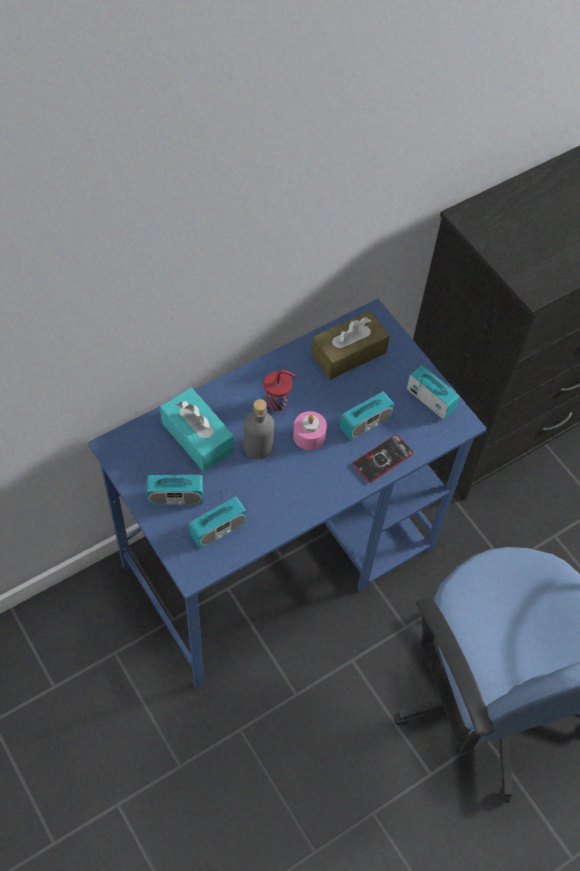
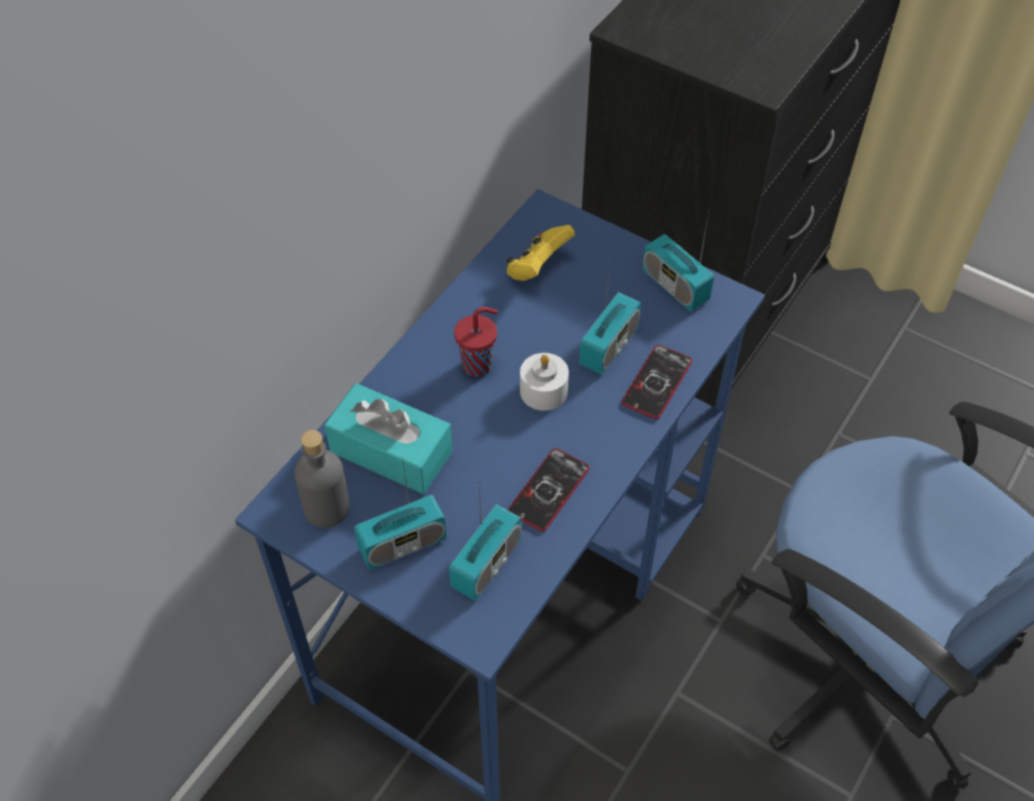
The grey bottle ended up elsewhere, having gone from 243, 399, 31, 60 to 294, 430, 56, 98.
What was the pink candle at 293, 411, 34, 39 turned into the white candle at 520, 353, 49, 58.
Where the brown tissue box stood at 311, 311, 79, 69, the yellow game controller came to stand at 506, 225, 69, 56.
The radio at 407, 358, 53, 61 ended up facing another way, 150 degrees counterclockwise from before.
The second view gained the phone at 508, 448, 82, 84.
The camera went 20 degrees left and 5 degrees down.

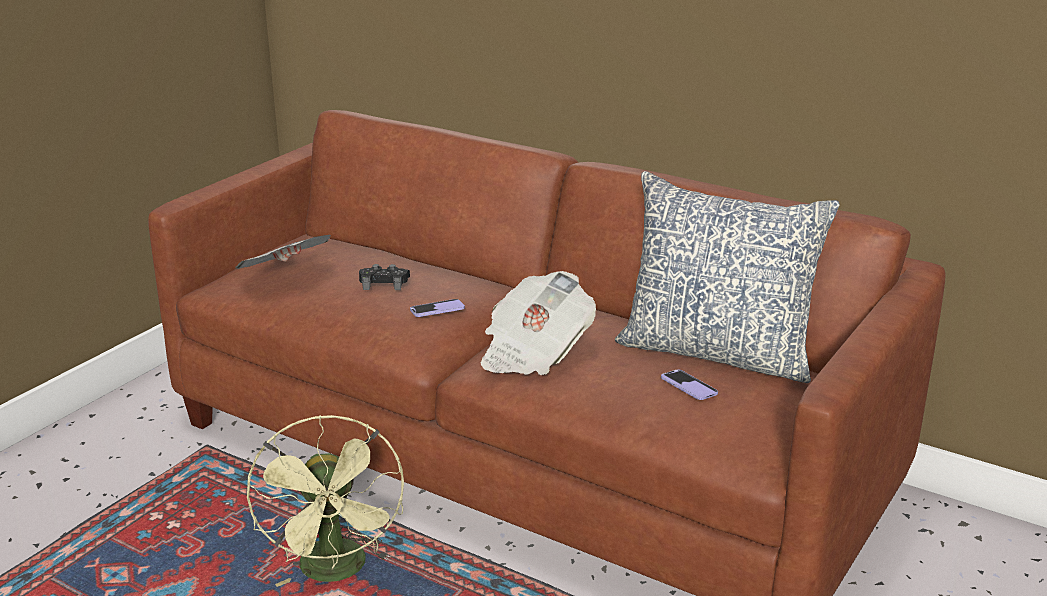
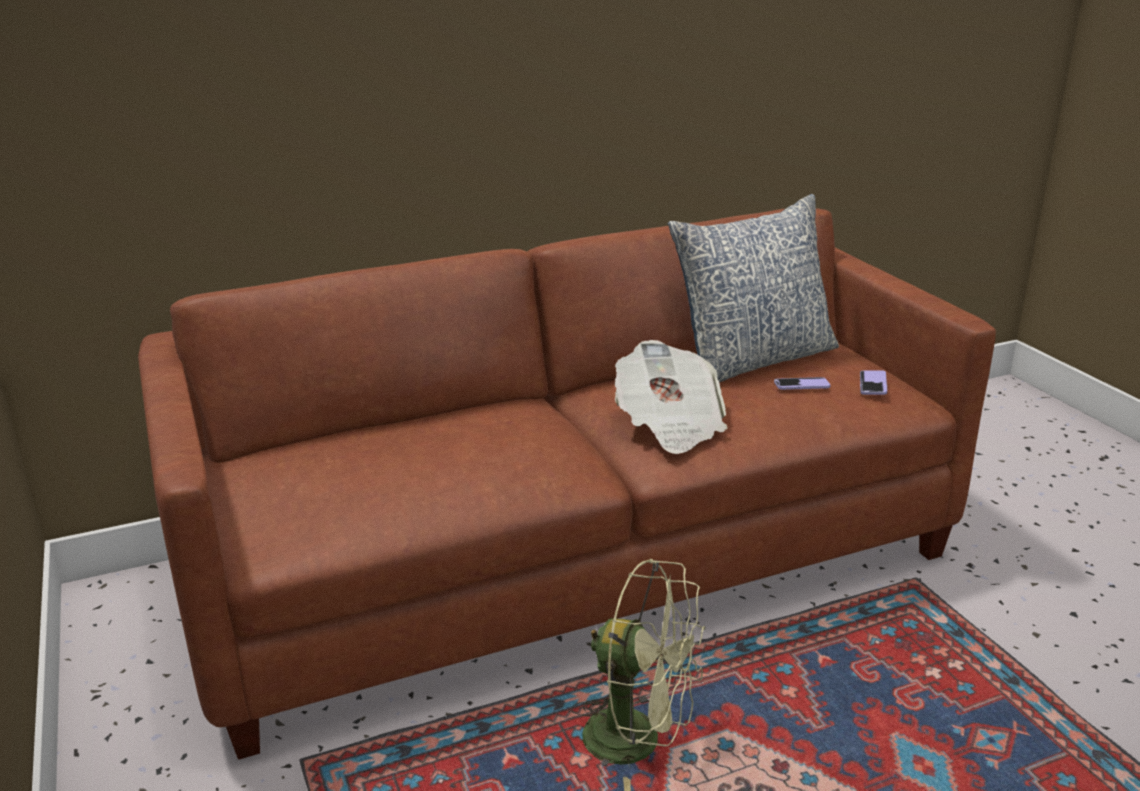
The second view lost the newspaper at 234, 235, 97, 35.
The second view lost the black game controller at 359, 264, 51, 26.
The phone ended up elsewhere, having gone from 410, 299, 55, 18 to 860, 370, 27, 25.
The camera went 55 degrees left and 0 degrees up.

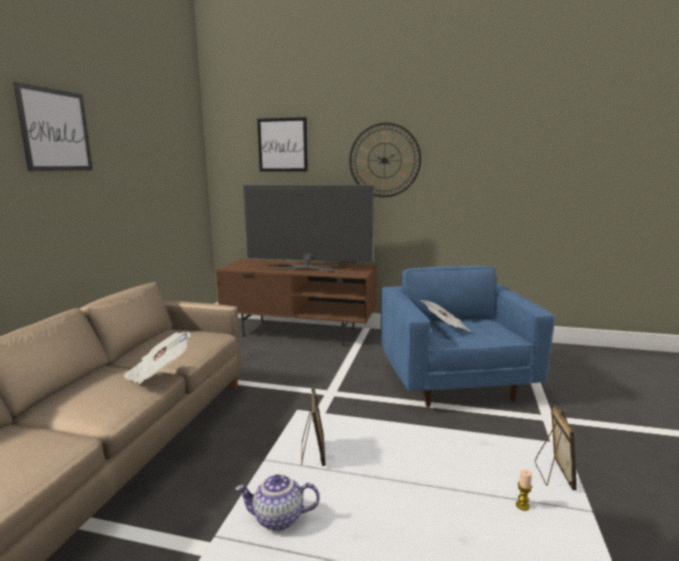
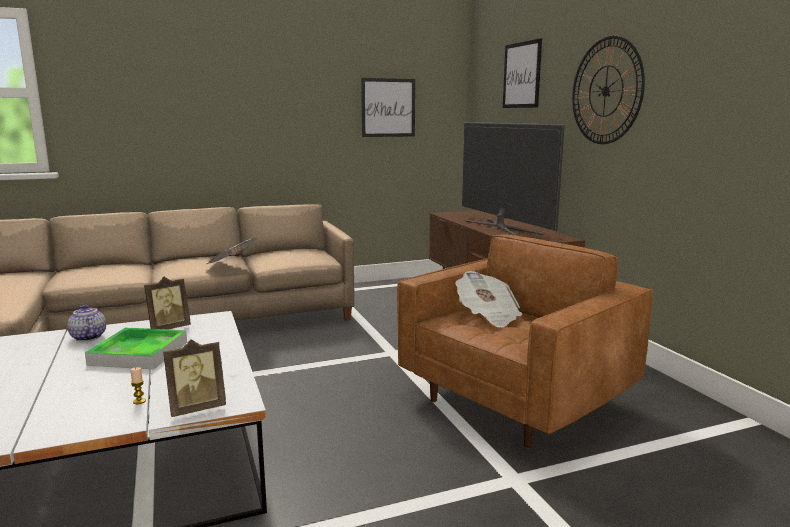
The picture ended up elsewhere, having gone from 13, 82, 80, 89 to 361, 78, 54, 59.
What was the blue armchair at 381, 266, 174, 141 turned into the brown armchair at 397, 235, 256, 214.
The second view gained the tray at 85, 328, 102, 41.
The camera went 55 degrees right and 0 degrees up.

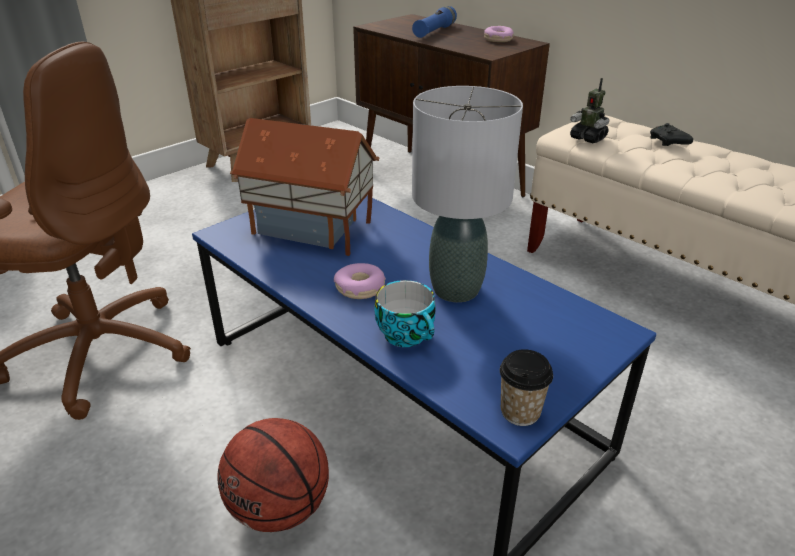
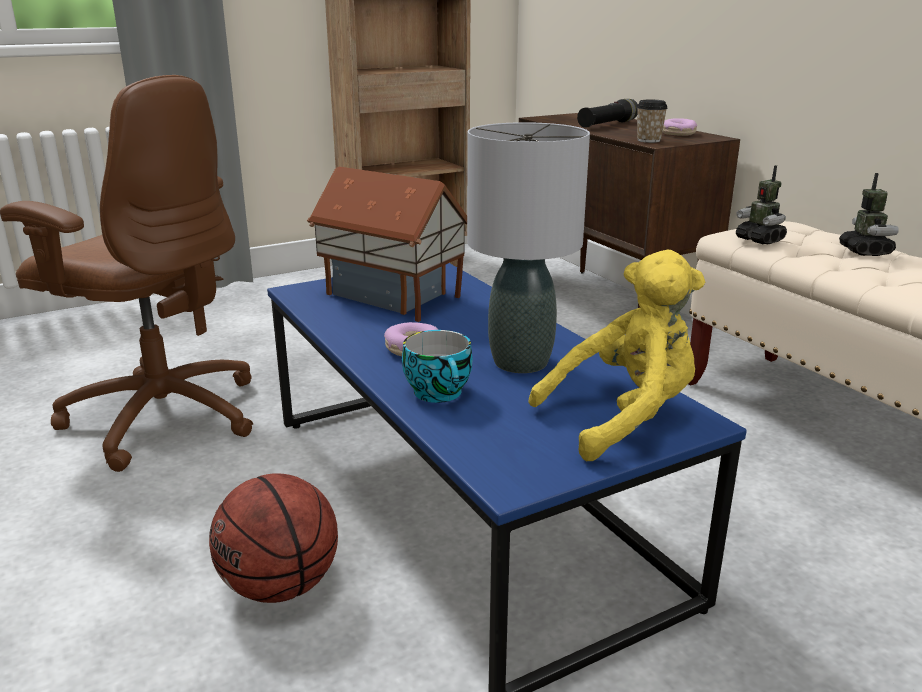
What was the blue flashlight at 412, 6, 45, 32 turned into the black flashlight at 577, 99, 61, 29.
The cup ended up elsewhere, having gone from 500, 349, 53, 77 to 636, 100, 32, 43.
Where the black game controller stood at 650, 123, 43, 23, the toy robot came to stand at 839, 173, 60, 83.
The second view gained the yellow plush toy at 528, 250, 177, 211.
The camera went 15 degrees right and 10 degrees down.

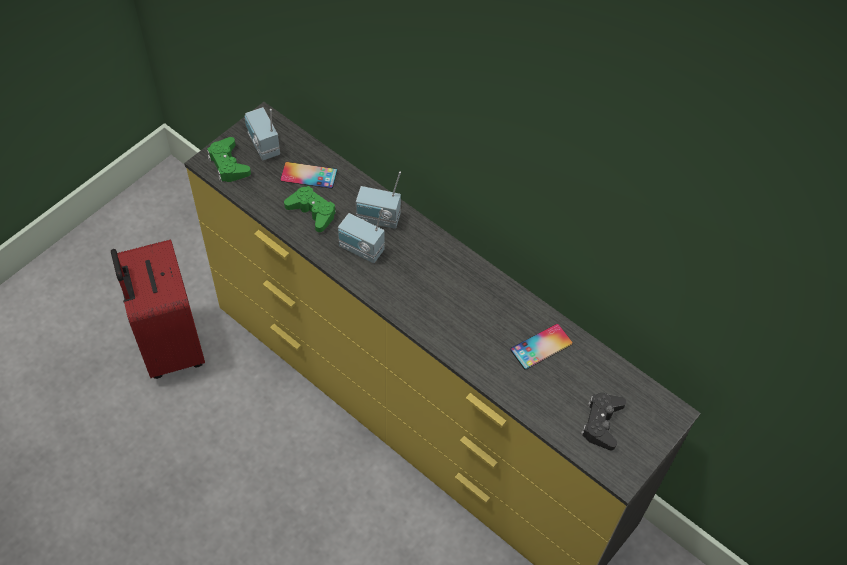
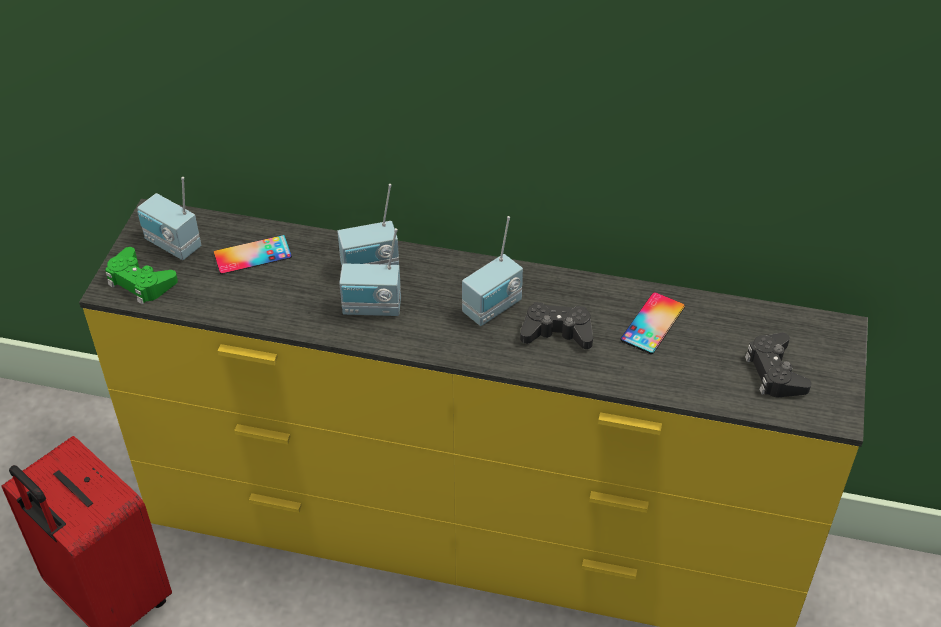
The second view lost the green game controller at 284, 186, 52, 46.
The second view gained the radio at 462, 216, 61, 110.
The second view gained the black game controller at 520, 302, 73, 47.
The camera went 25 degrees left and 10 degrees down.

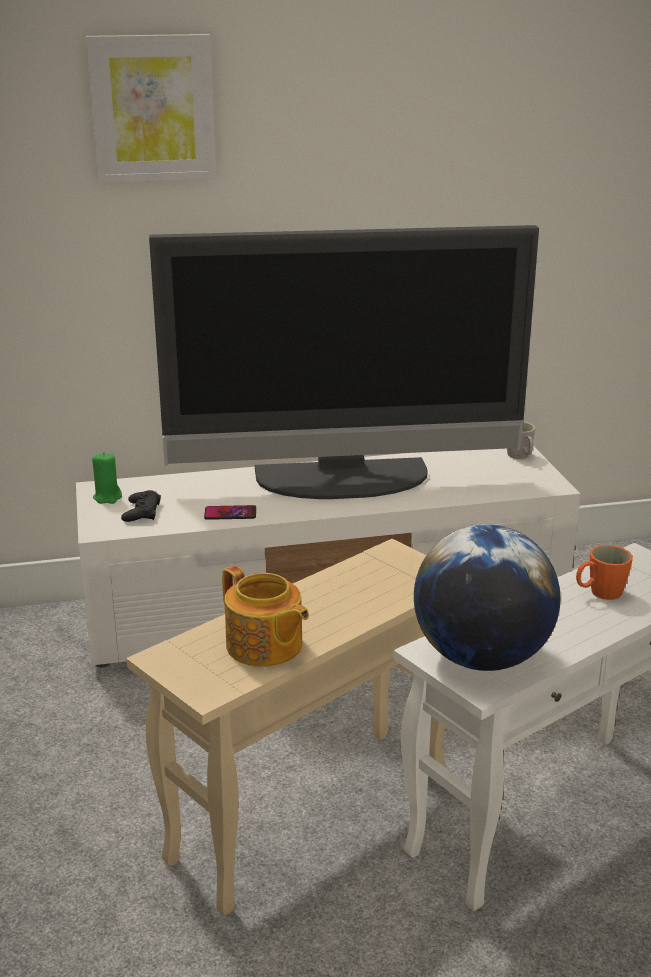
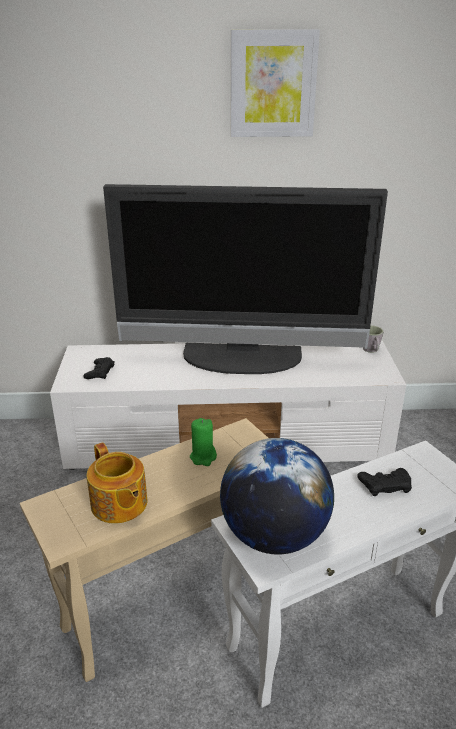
The picture ended up elsewhere, having gone from 86, 34, 130, 149 to 231, 29, 89, 108.
The green candle ended up elsewhere, having gone from 92, 452, 30, 52 to 190, 418, 27, 48.
The second view lost the phone at 204, 505, 52, 15.
Where the orange mug stood at 576, 545, 57, 55, the black game controller came to stand at 357, 468, 55, 28.
The camera went 10 degrees right and 5 degrees up.

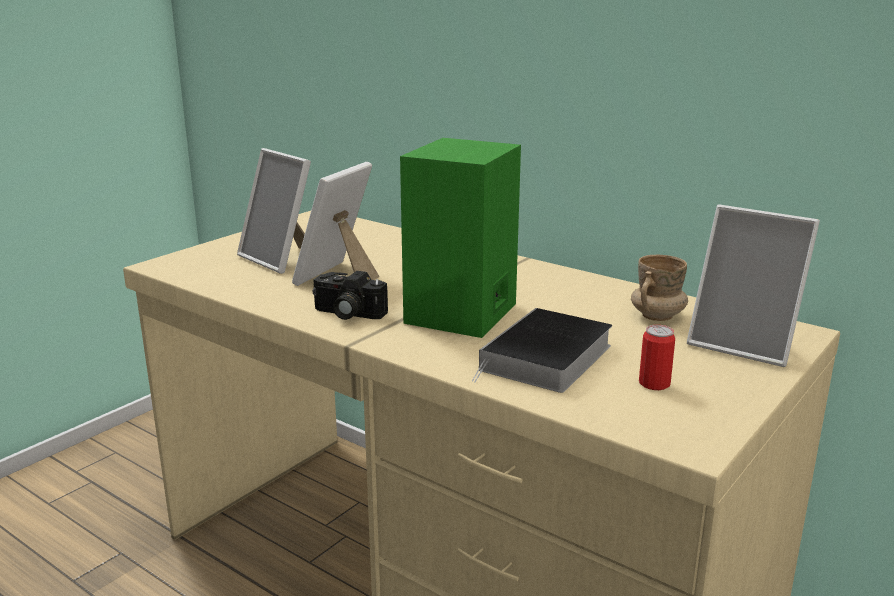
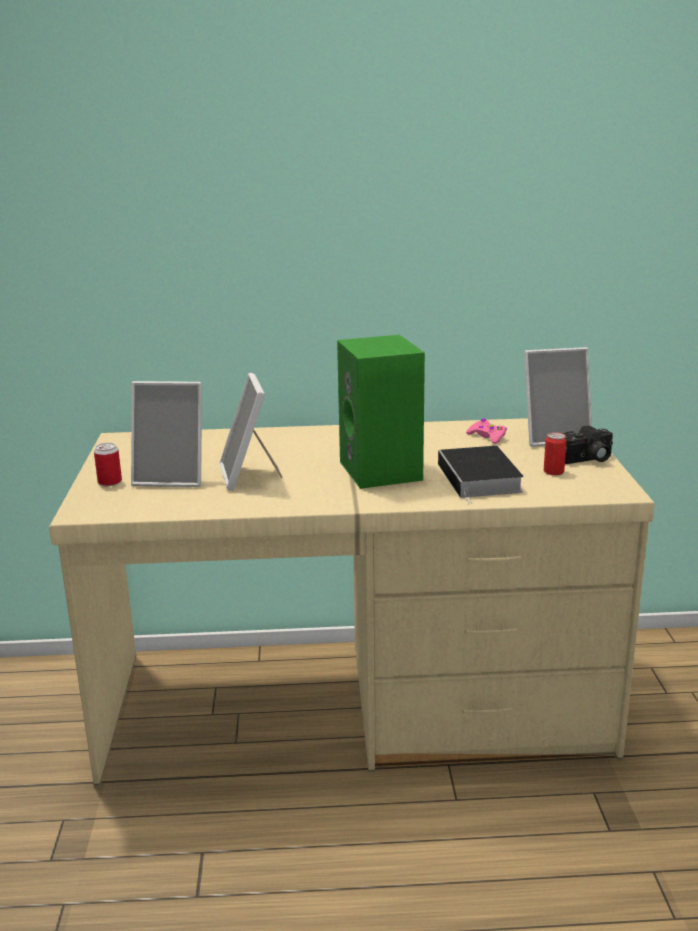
The photo camera ended up elsewhere, having gone from 313, 271, 75, 49 to 562, 425, 51, 39.
Where the beige mug stood at 631, 255, 57, 66, the pink game controller came to stand at 466, 419, 41, 25.
The second view gained the can at 94, 442, 28, 44.
The camera went 40 degrees left and 0 degrees up.

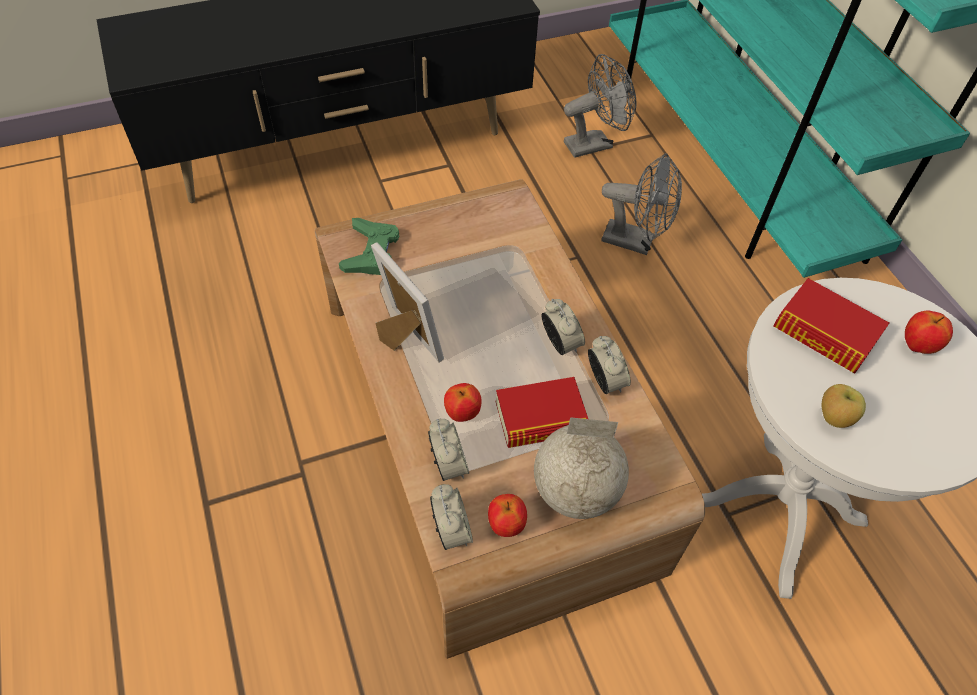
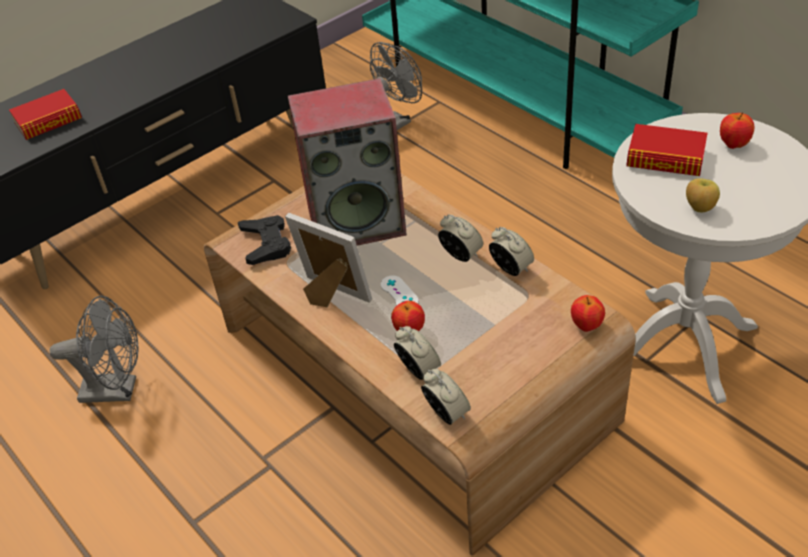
What was the green game controller at 339, 218, 60, 57 turned into the black game controller at 238, 215, 53, 50.
The apple ended up elsewhere, having gone from 488, 494, 39, 43 to 571, 295, 34, 37.
The book ended up elsewhere, having gone from 495, 377, 93, 71 to 9, 89, 73, 51.
The second view lost the globe at 534, 418, 95, 101.
The grey fan ended up elsewhere, having gone from 602, 153, 80, 102 to 49, 295, 90, 108.
The second view gained the speaker at 288, 78, 119, 168.
The second view gained the white game controller at 381, 276, 38, 30.
The camera went 15 degrees left and 10 degrees down.

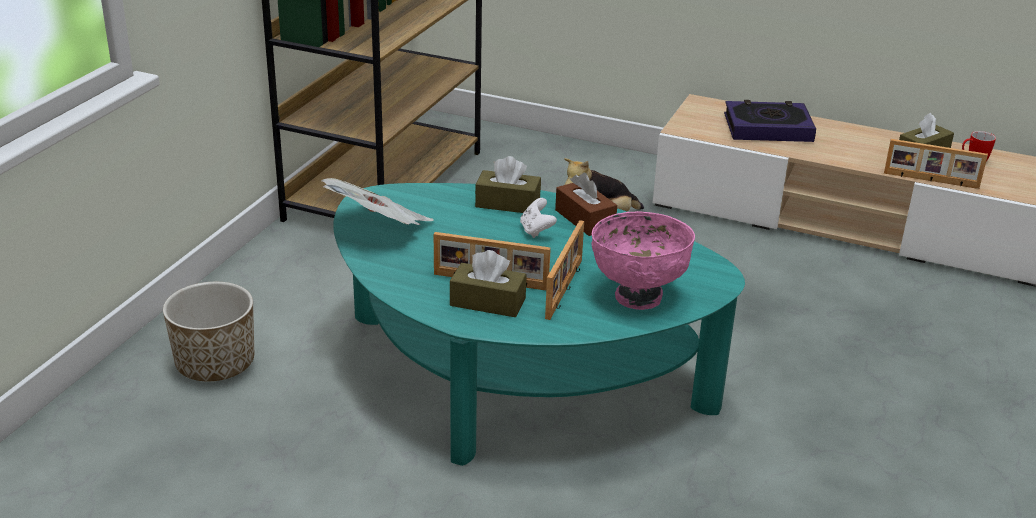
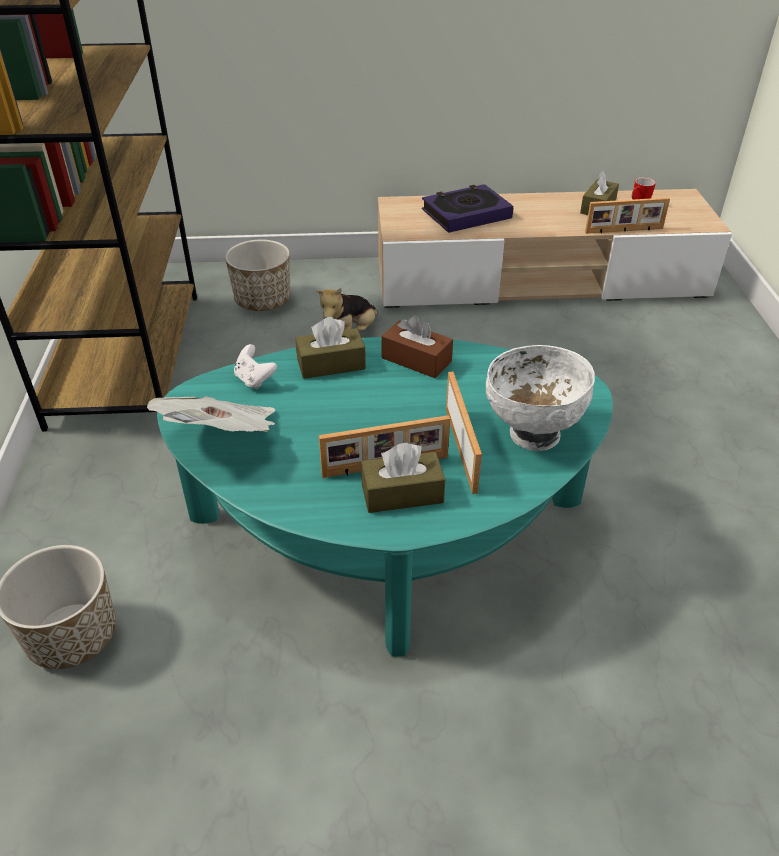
The white game controller ended up elsewhere, having gone from 520, 198, 37, 40 to 234, 344, 43, 46.
What was the pink bowl at 591, 211, 104, 99 turned into the white bowl at 486, 345, 109, 106.
The second view gained the planter at 225, 239, 65, 72.
The camera went 25 degrees left and 10 degrees up.

